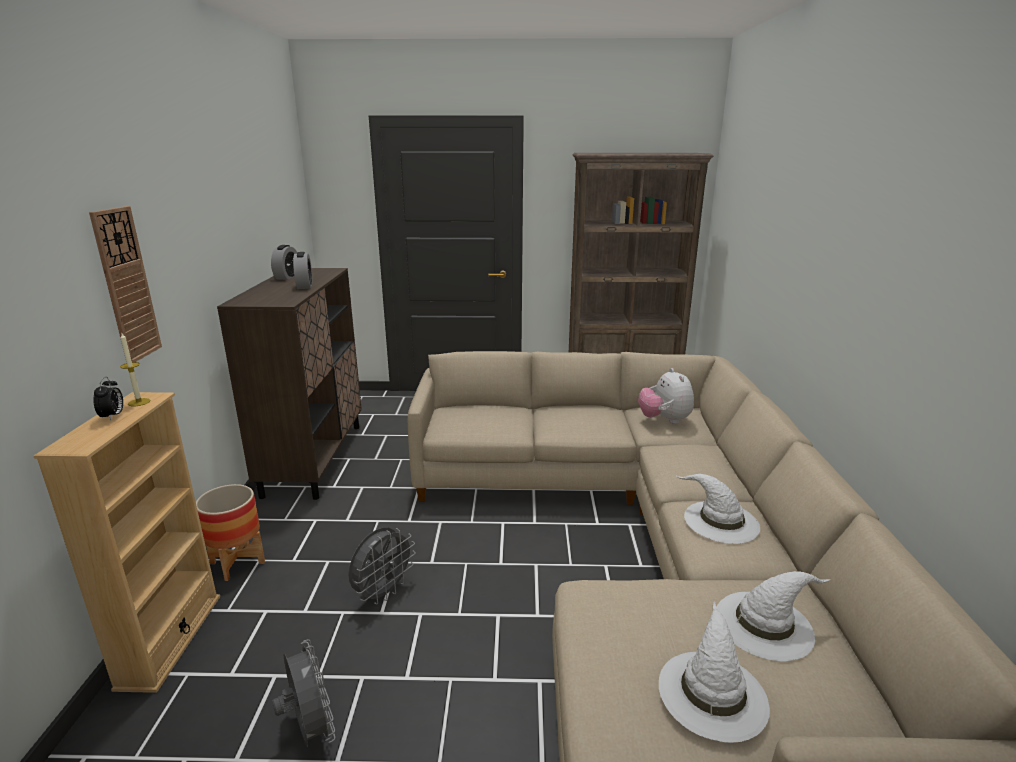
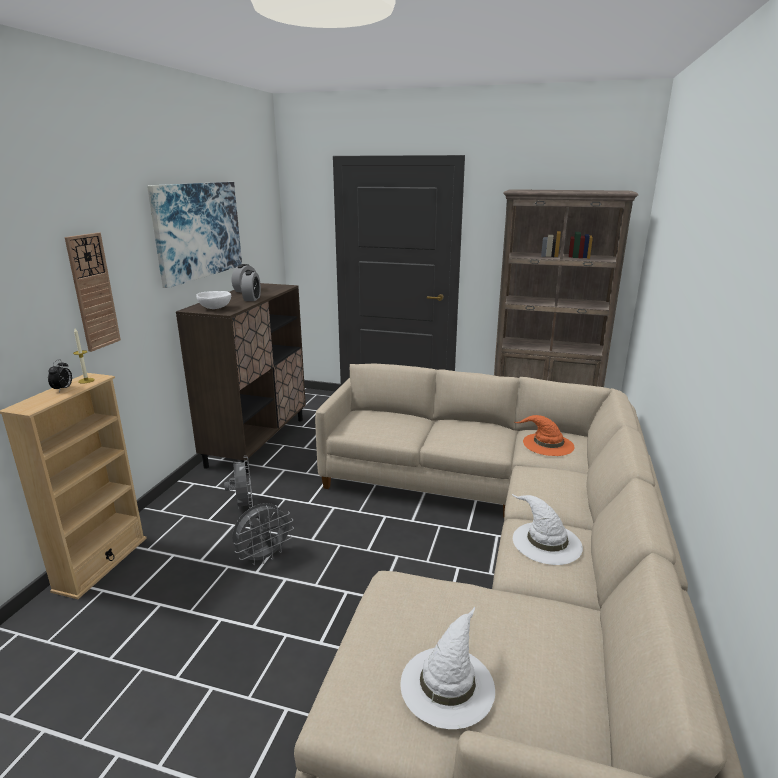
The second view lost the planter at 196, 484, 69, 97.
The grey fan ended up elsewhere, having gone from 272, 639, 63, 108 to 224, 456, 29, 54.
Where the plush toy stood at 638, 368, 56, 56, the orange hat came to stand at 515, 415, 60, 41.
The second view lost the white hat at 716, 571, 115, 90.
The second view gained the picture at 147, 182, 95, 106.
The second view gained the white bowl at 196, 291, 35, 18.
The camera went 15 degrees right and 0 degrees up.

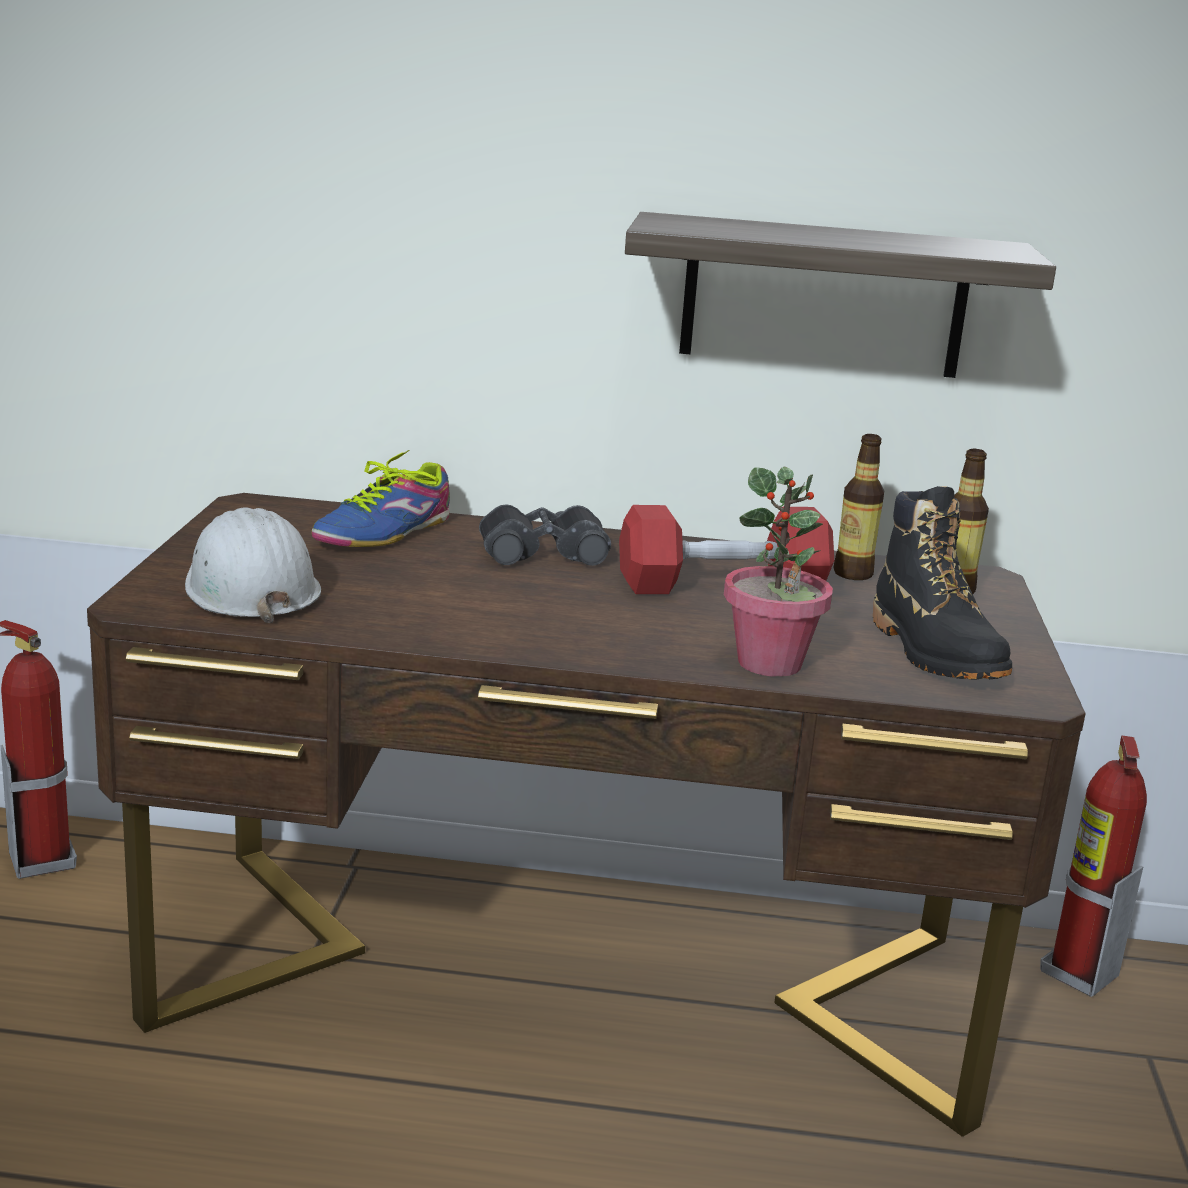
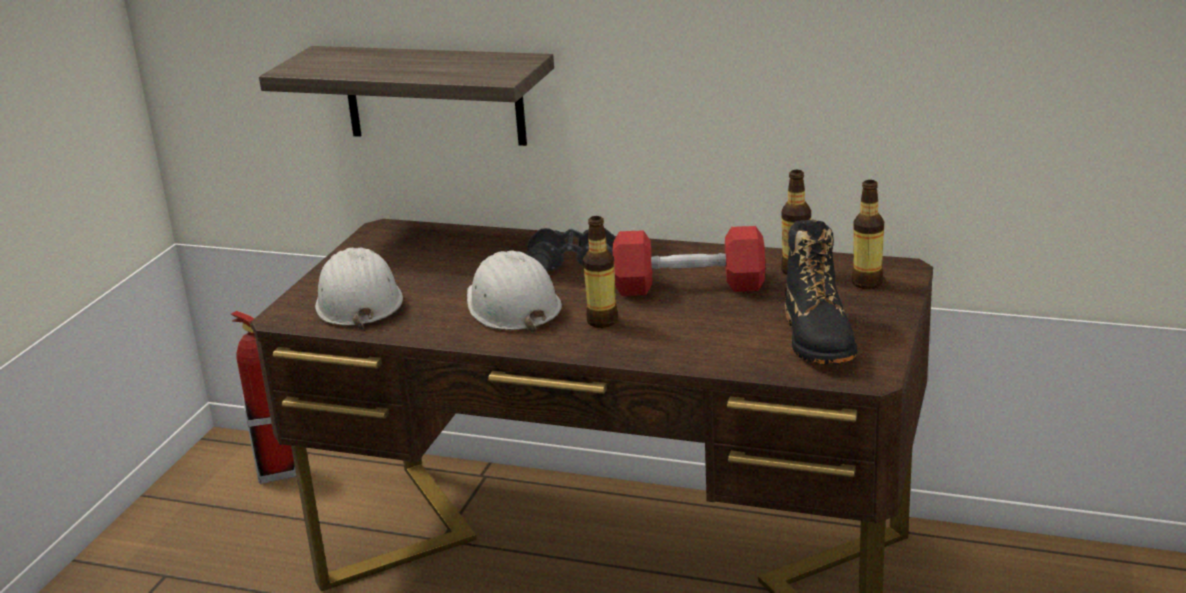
The second view lost the shoe at 312, 450, 138, 97.
The shelf ended up elsewhere, having gone from 625, 212, 431, 166 to 259, 46, 295, 100.
The second view lost the potted plant at 724, 466, 109, 211.
The second view lost the fire extinguisher at 1040, 736, 107, 261.
The second view gained the white hard hat at 467, 251, 95, 81.
The second view gained the bottle at 583, 216, 35, 112.
The camera went 15 degrees right and 5 degrees up.

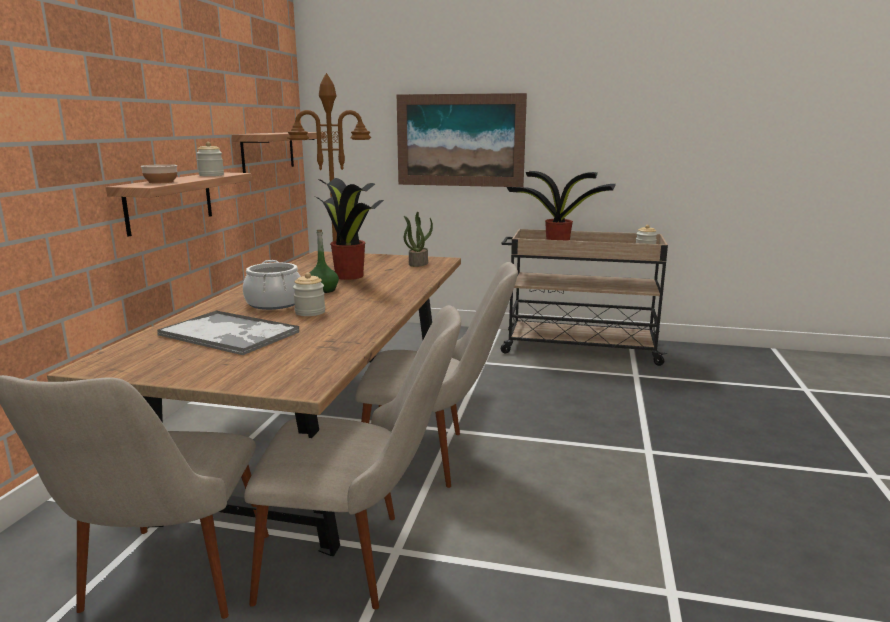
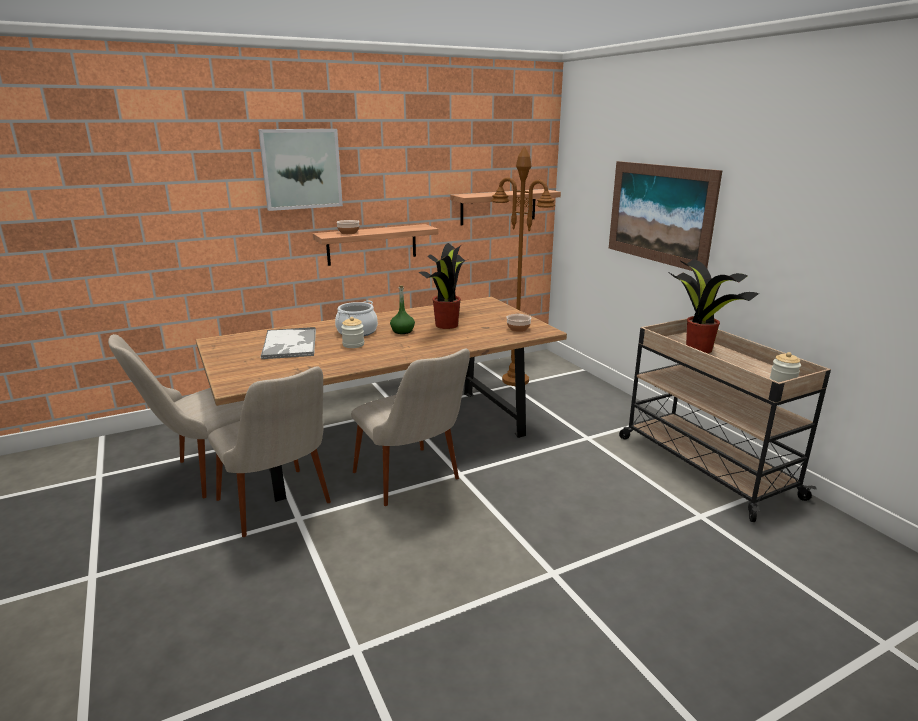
The second view lost the jar at 196, 142, 28, 34.
Where the potted plant stood at 404, 212, 29, 55, the bowl came to stand at 506, 314, 25, 18.
The second view gained the picture at 258, 129, 85, 82.
The camera went 50 degrees right and 5 degrees up.

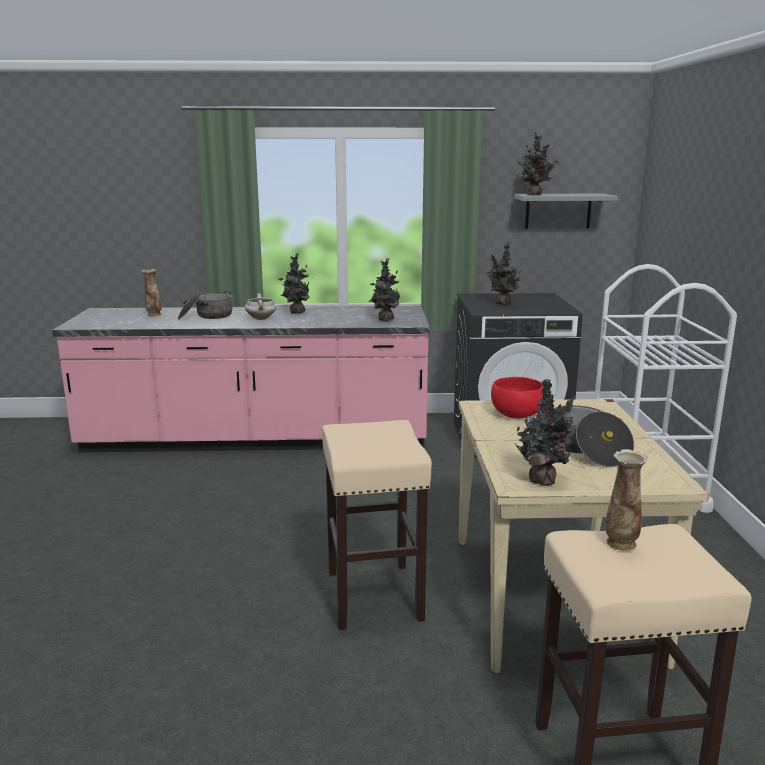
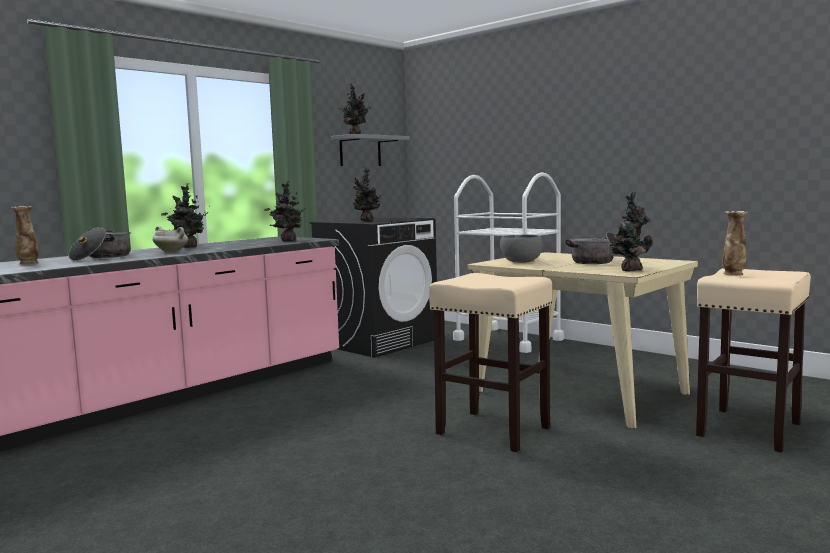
What was the red bowl at 491, 377, 53, 42 turned into the grey bowl at 500, 234, 43, 29.
The camera went 45 degrees left and 10 degrees down.

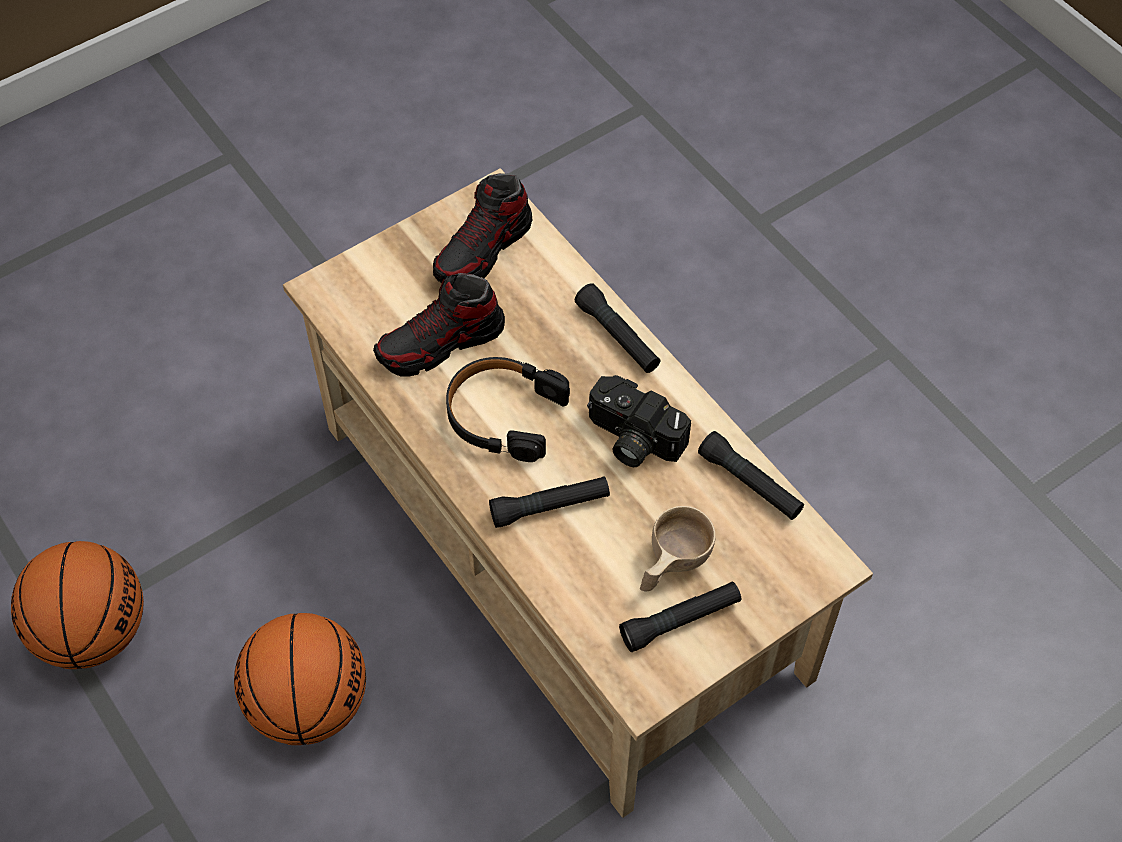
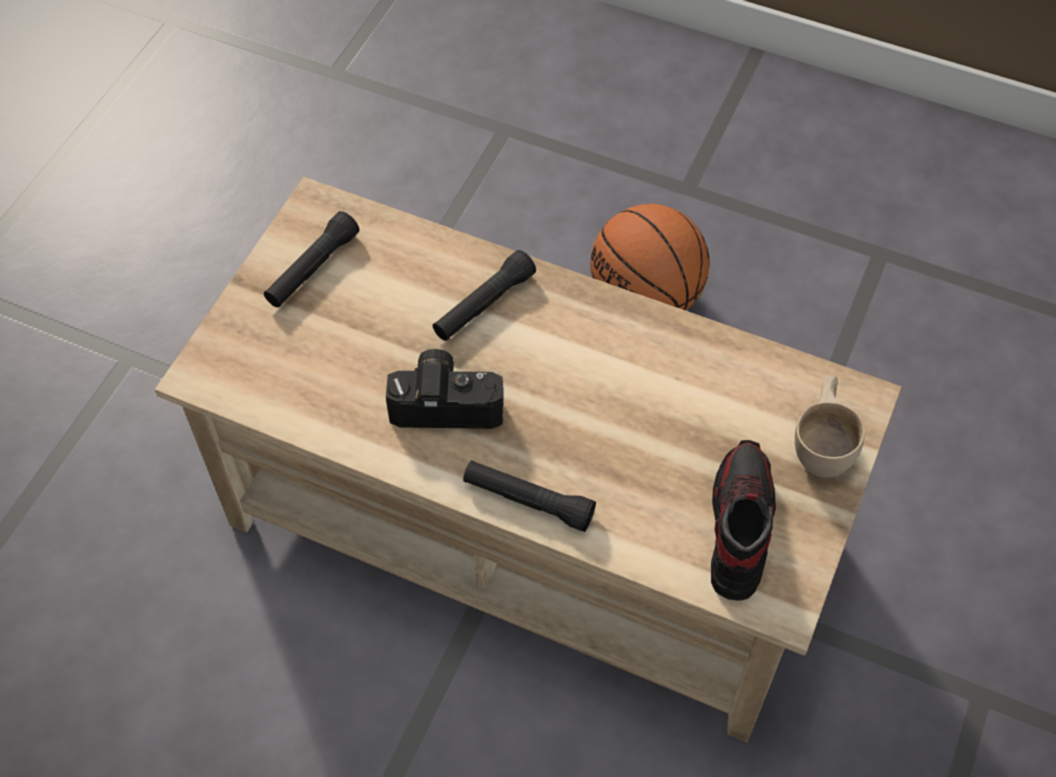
The second view lost the basketball at 11, 541, 133, 128.
The second view lost the shoe at 373, 273, 132, 104.
The second view lost the black headphones at 446, 357, 124, 105.
The beige cup ended up elsewhere, having gone from 640, 506, 76, 85 to 795, 375, 70, 103.
The second view lost the black flashlight at 698, 431, 106, 89.
The camera went 150 degrees right and 0 degrees up.

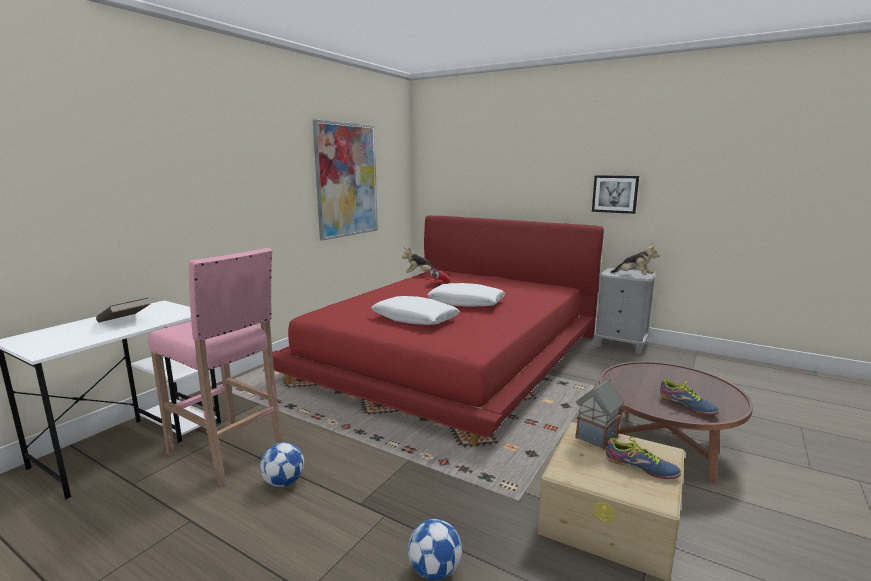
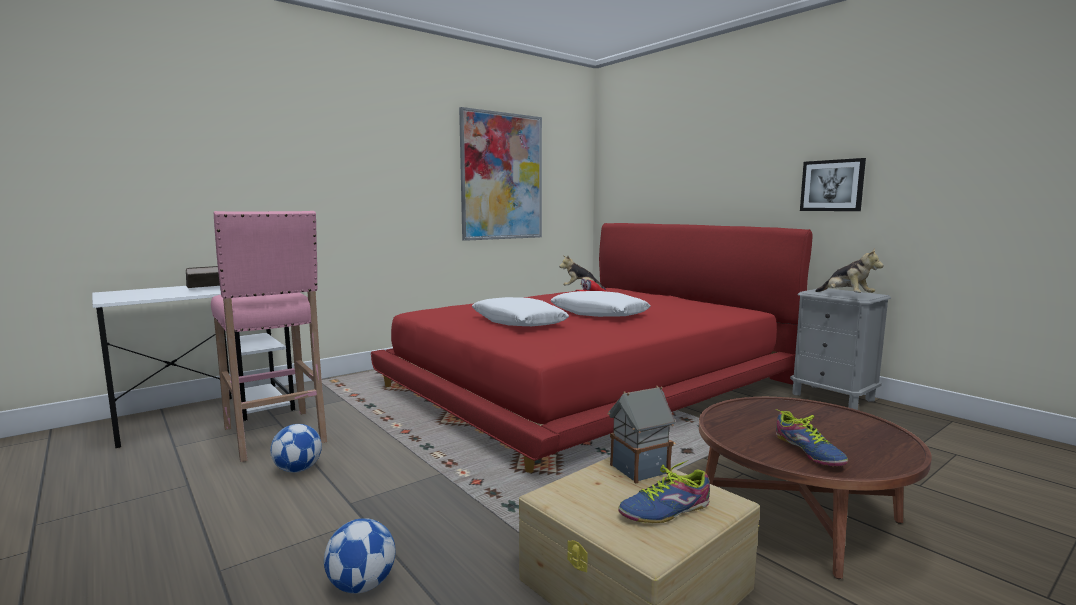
The shoe at 606, 436, 75, 43 ended up facing another way, 105 degrees clockwise from before.
The camera went 20 degrees right and 5 degrees down.

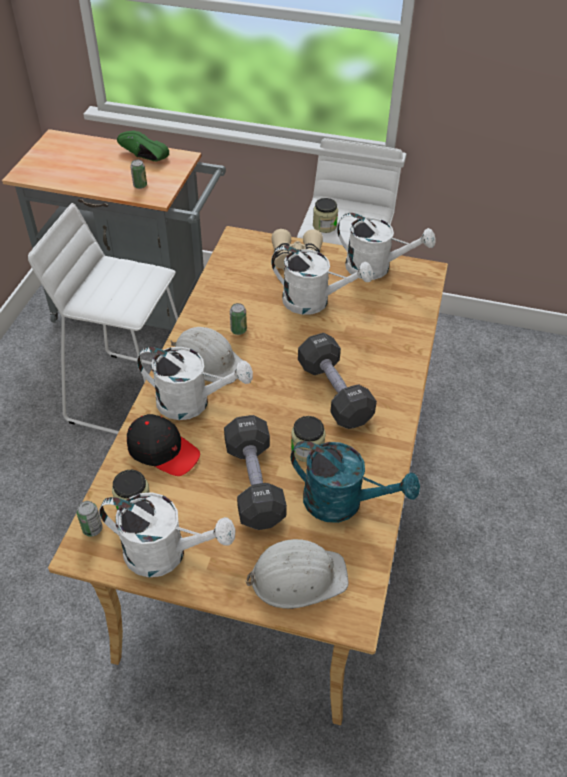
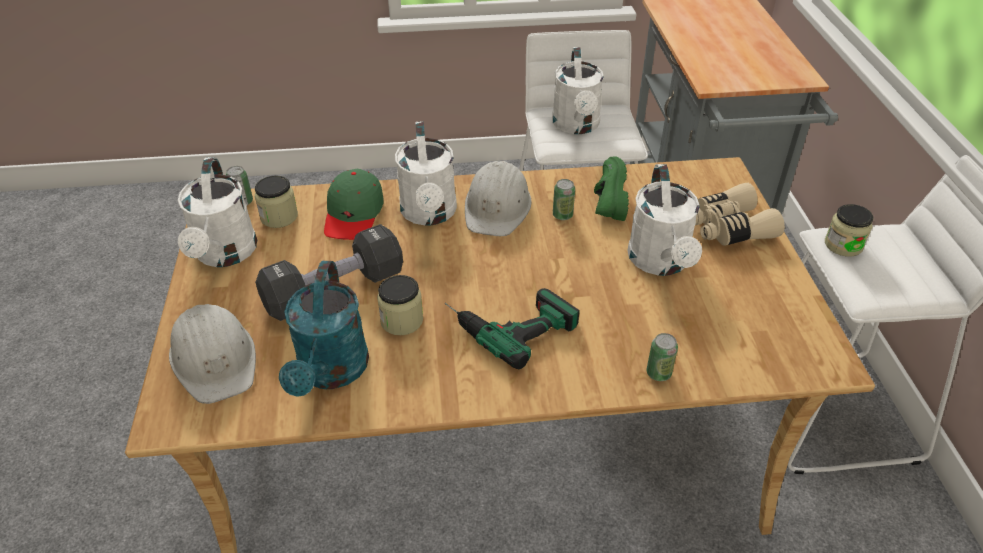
The green shoe ended up elsewhere, having gone from 117, 131, 52, 30 to 594, 157, 35, 64.
What was the black cap at 127, 414, 73, 62 turned into the green cap at 324, 169, 60, 71.
The can ended up elsewhere, having gone from 130, 160, 17, 29 to 646, 333, 32, 48.
Where the black dumbbell stood at 298, 333, 79, 96, the power drill came to stand at 445, 288, 135, 81.
The white watering can ended up elsewhere, having gone from 337, 213, 99, 67 to 552, 47, 52, 87.
The camera went 70 degrees right and 5 degrees down.

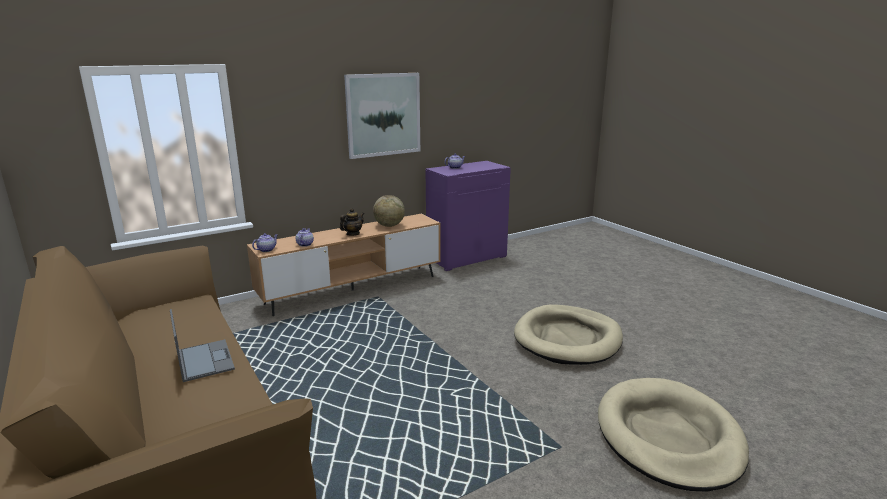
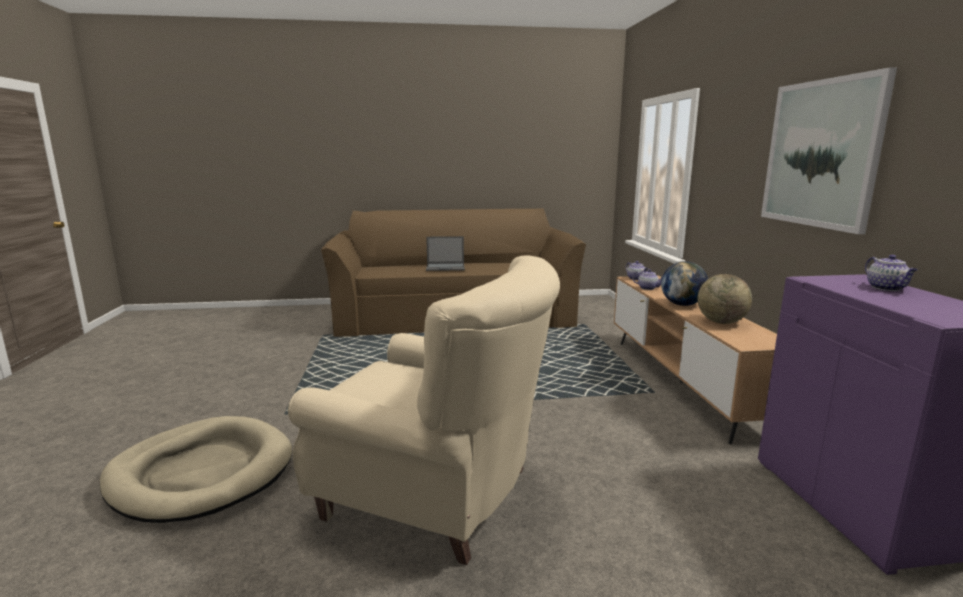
Where the teapot stood at 340, 208, 25, 28, the globe came to stand at 661, 261, 47, 45.
Where the beige dog bed stood at 514, 305, 109, 60, the beige armchair came to stand at 288, 255, 272, 310.
The camera went 115 degrees right and 5 degrees down.

